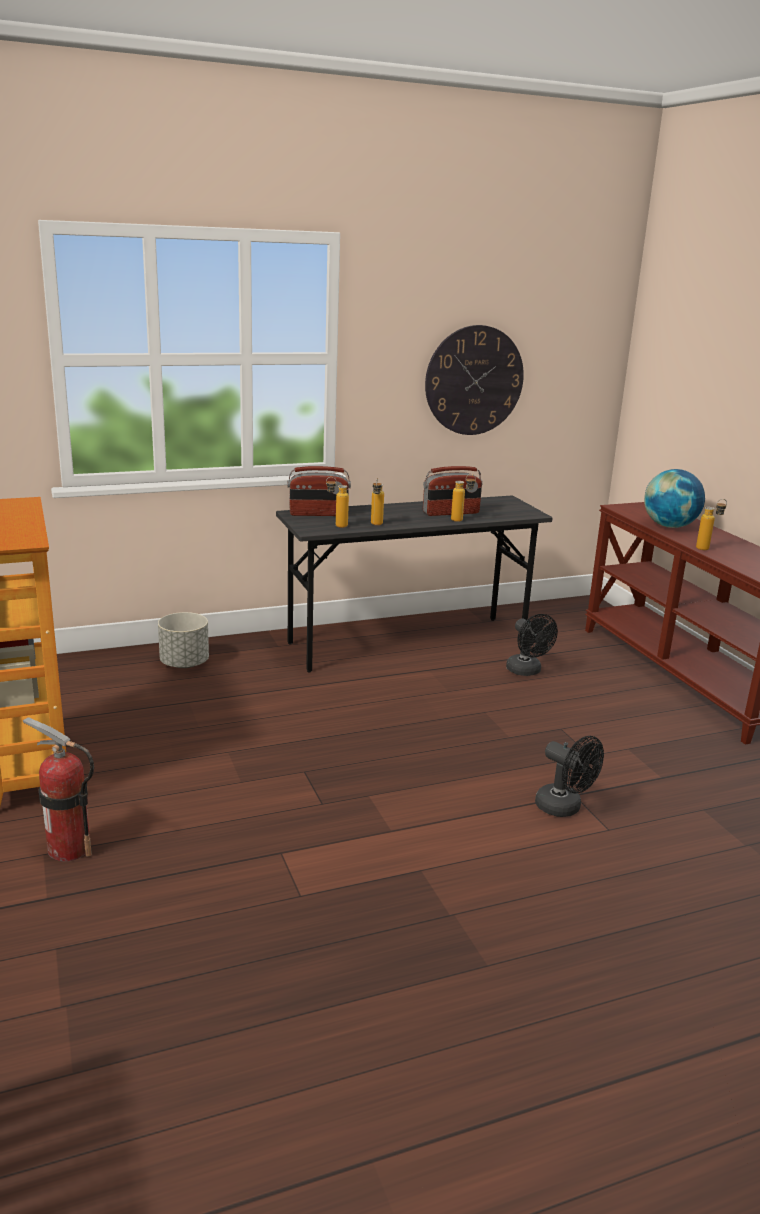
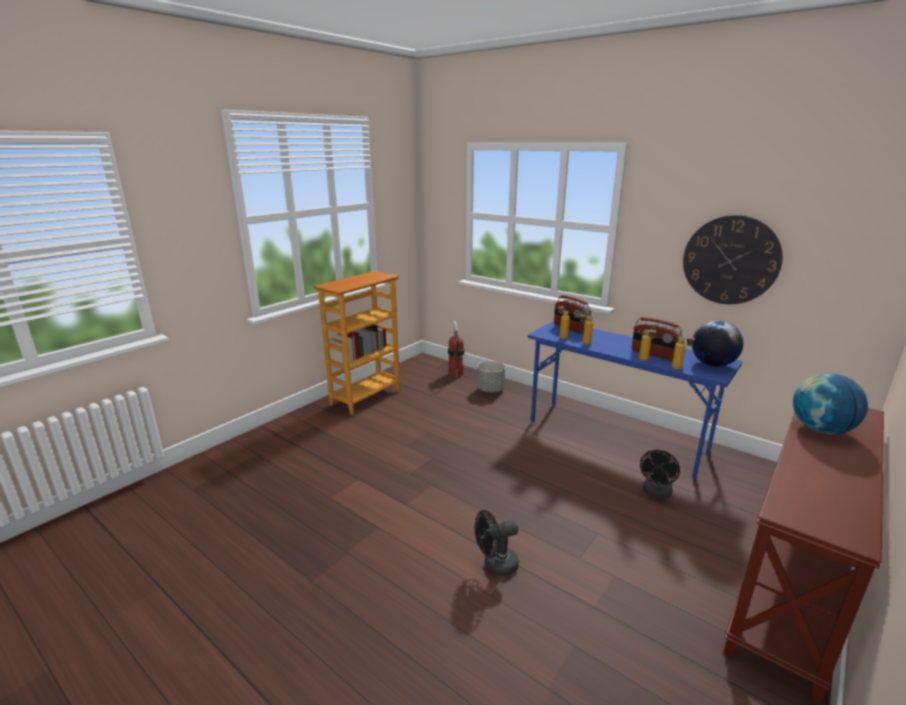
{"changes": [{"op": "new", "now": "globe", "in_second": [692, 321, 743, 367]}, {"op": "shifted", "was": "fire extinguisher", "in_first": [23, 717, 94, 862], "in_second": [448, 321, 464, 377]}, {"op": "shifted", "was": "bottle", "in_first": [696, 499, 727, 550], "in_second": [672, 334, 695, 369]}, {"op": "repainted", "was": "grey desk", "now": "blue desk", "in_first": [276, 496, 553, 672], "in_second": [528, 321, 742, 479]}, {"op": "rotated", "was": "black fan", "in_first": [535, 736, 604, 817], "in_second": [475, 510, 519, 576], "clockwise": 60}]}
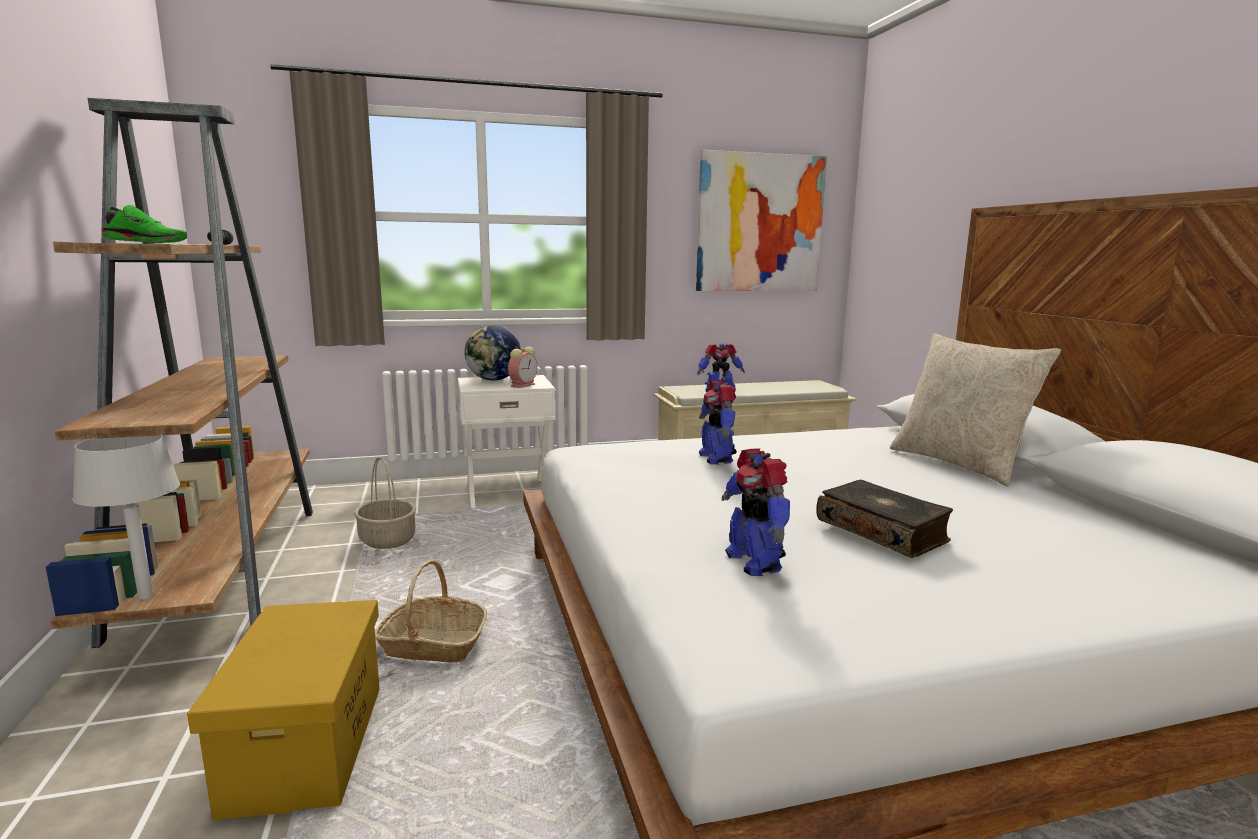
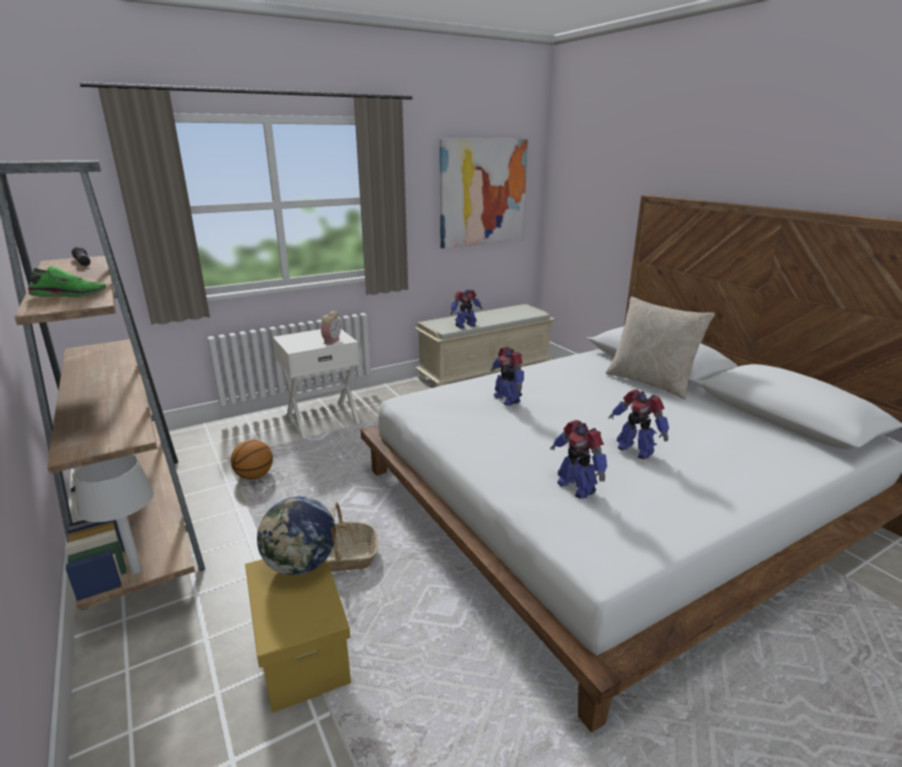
{"changes": [{"op": "shifted", "was": "globe", "in_first": [464, 325, 521, 381], "in_second": [257, 496, 336, 575]}, {"op": "swapped", "was": "basket", "now": "basketball", "in_first": [354, 457, 416, 549], "in_second": [231, 440, 273, 480]}, {"op": "swapped", "was": "book", "now": "toy robot", "in_first": [816, 480, 953, 558], "in_second": [608, 389, 669, 459]}]}
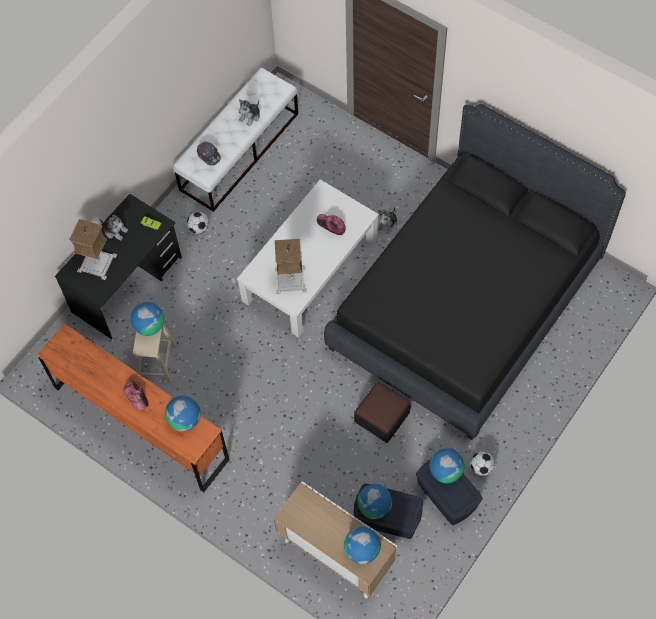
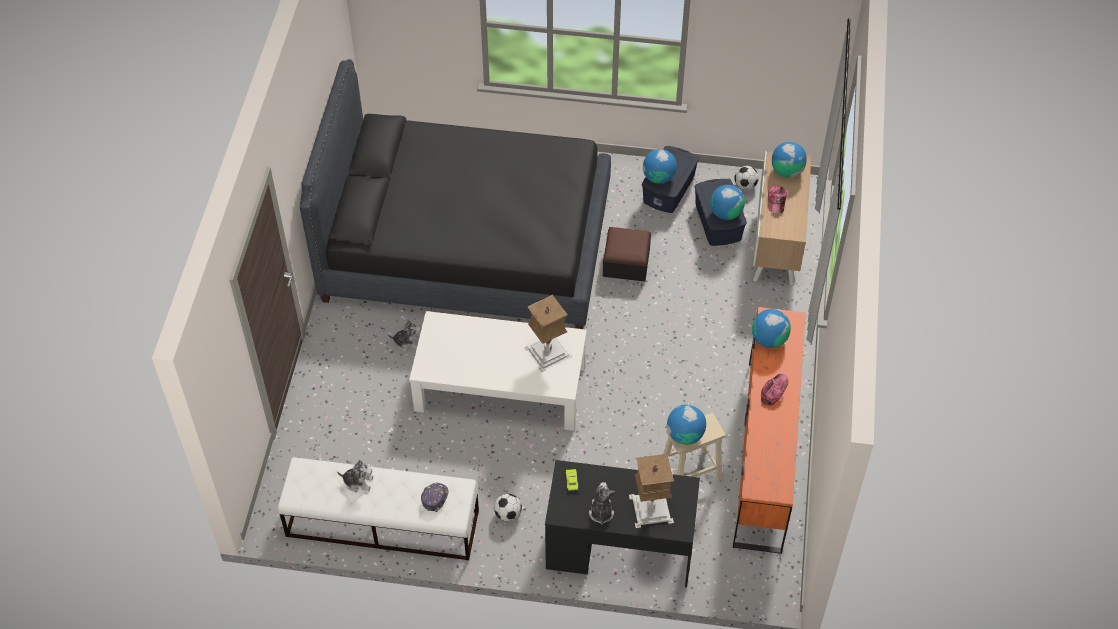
{"changes": [{"op": "shifted", "was": "cap", "in_first": [317, 214, 346, 235], "in_second": [768, 185, 787, 213]}, {"op": "shifted", "was": "football", "in_first": [471, 452, 495, 476], "in_second": [734, 166, 759, 190]}]}
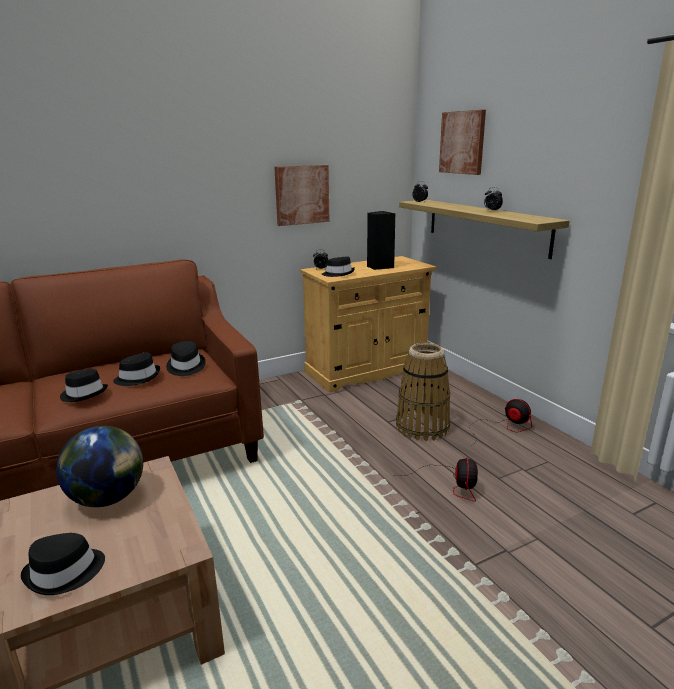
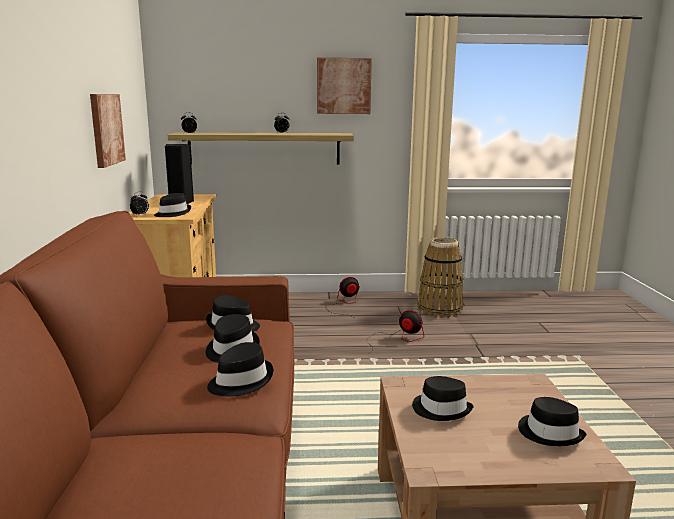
{"changes": [{"op": "shifted", "was": "basket", "in_first": [396, 343, 450, 441], "in_second": [417, 237, 464, 318]}, {"op": "shifted", "was": "picture", "in_first": [439, 110, 486, 175], "in_second": [317, 58, 372, 114]}, {"op": "swapped", "was": "globe", "now": "black hat", "in_first": [56, 426, 143, 507], "in_second": [412, 376, 473, 421]}]}
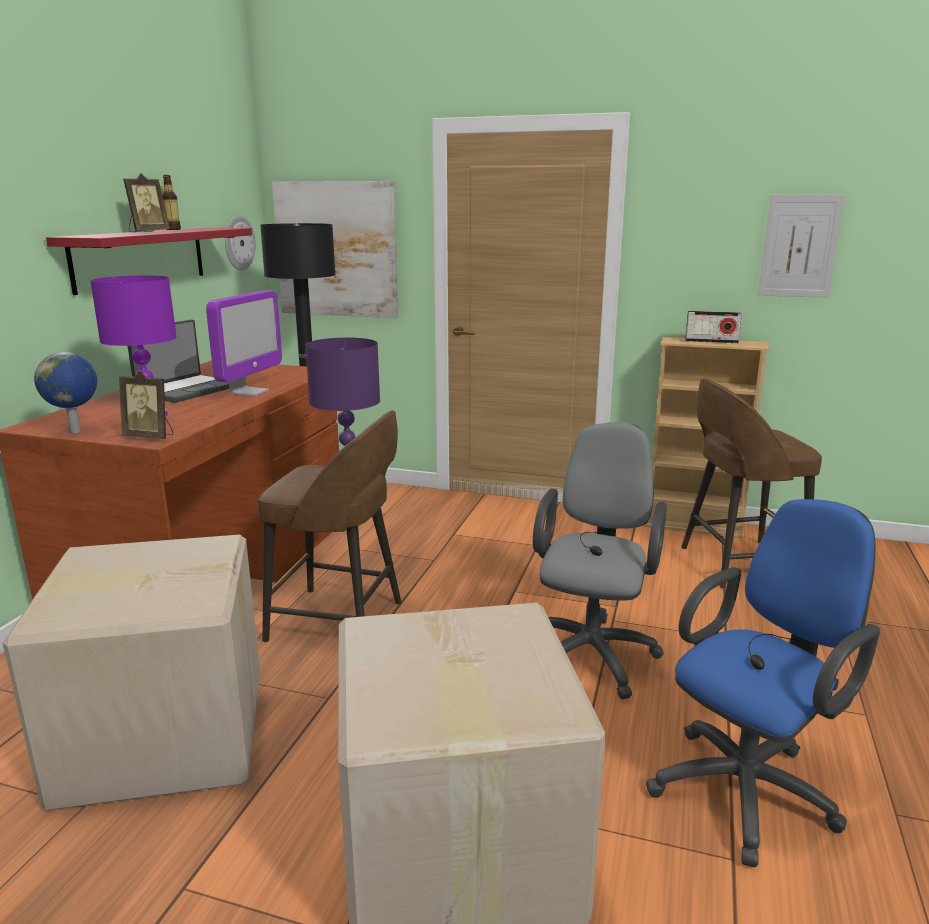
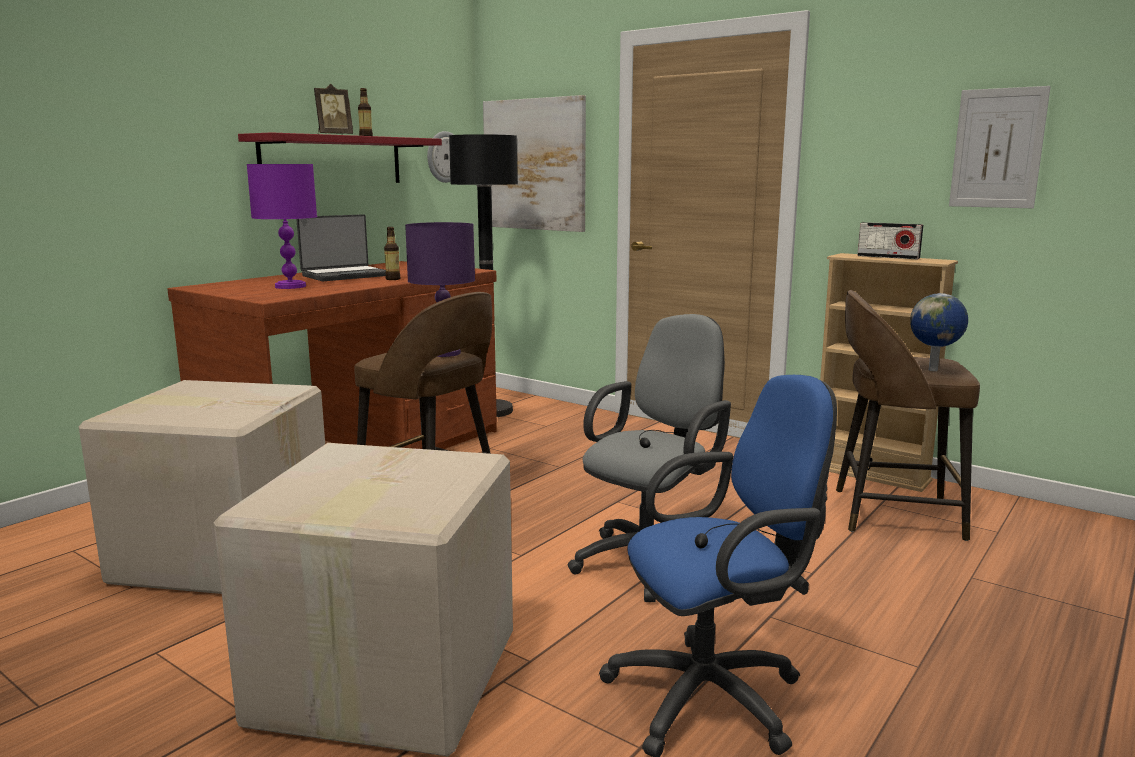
{"changes": [{"op": "gone", "was": "picture frame", "in_first": [119, 371, 173, 439]}, {"op": "shifted", "was": "globe", "in_first": [34, 352, 97, 433], "in_second": [910, 293, 968, 371]}, {"op": "swapped", "was": "monitor", "now": "bottle", "in_first": [206, 290, 282, 396], "in_second": [384, 227, 400, 280]}]}
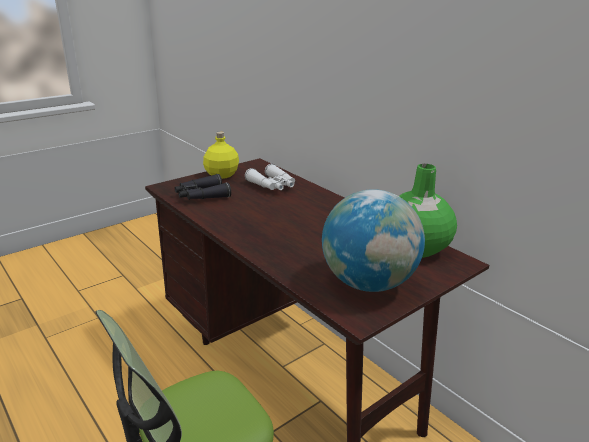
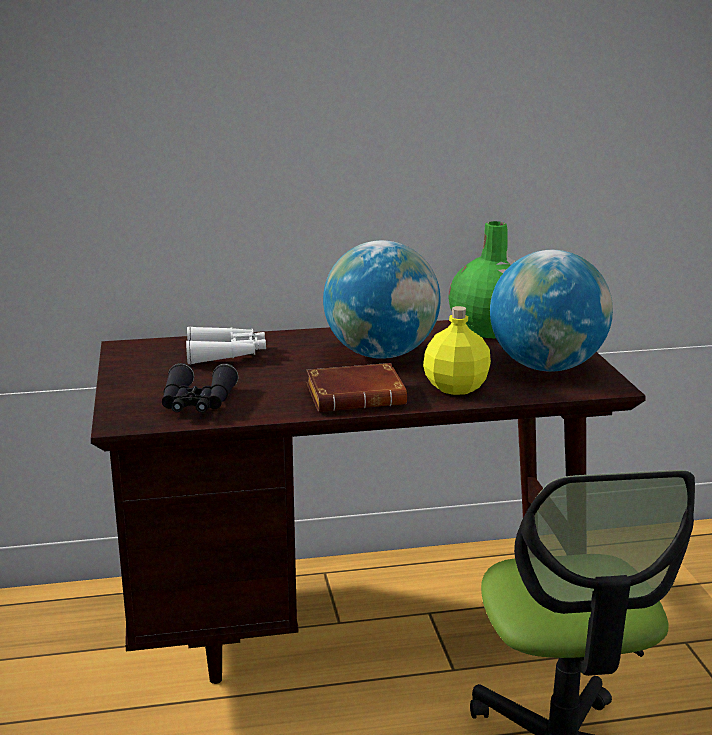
{"changes": [{"op": "new", "now": "brown book", "in_second": [306, 363, 407, 412]}, {"op": "new", "now": "globe", "in_second": [323, 240, 440, 359]}, {"op": "shifted", "was": "yellow bottle", "in_first": [203, 131, 239, 179], "in_second": [423, 306, 491, 395]}]}
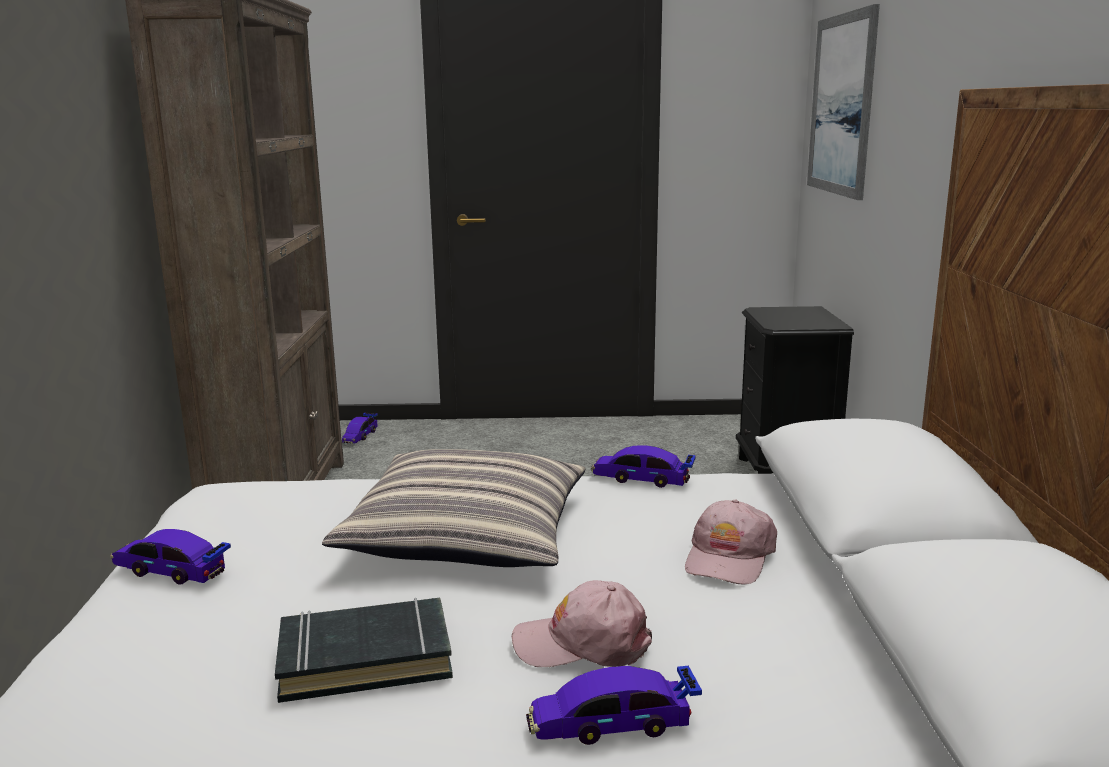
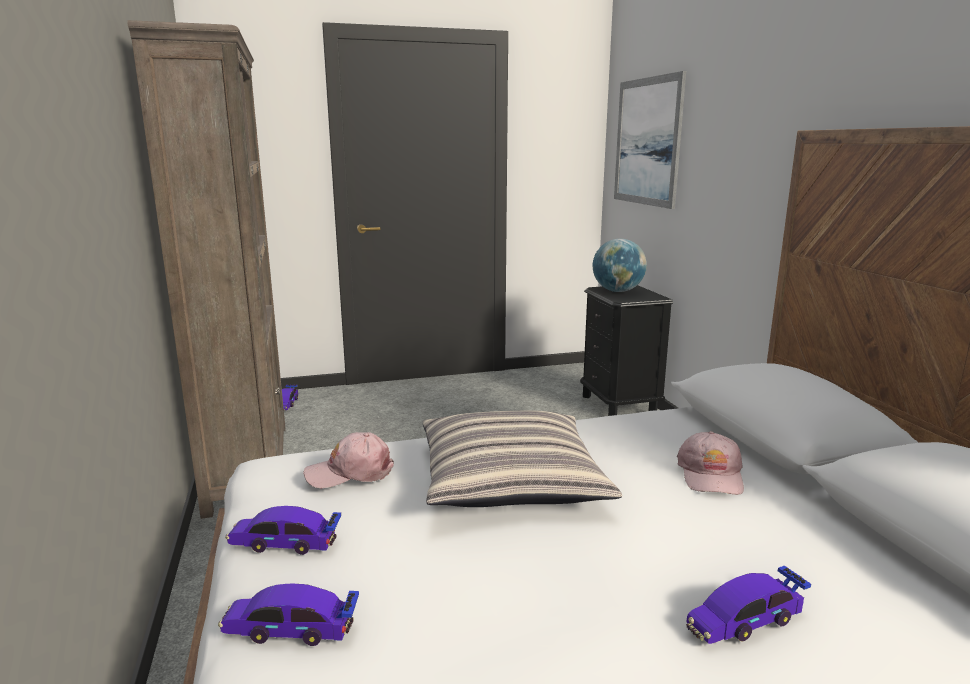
{"changes": [{"op": "gone", "was": "black book", "in_first": [275, 597, 453, 703]}, {"op": "new", "now": "globe", "in_second": [593, 239, 647, 292]}, {"op": "shifted", "was": "pink cap", "in_first": [511, 580, 652, 667], "in_second": [303, 432, 394, 488]}, {"op": "shifted", "was": "toy car", "in_first": [591, 445, 696, 488], "in_second": [218, 584, 359, 646]}]}
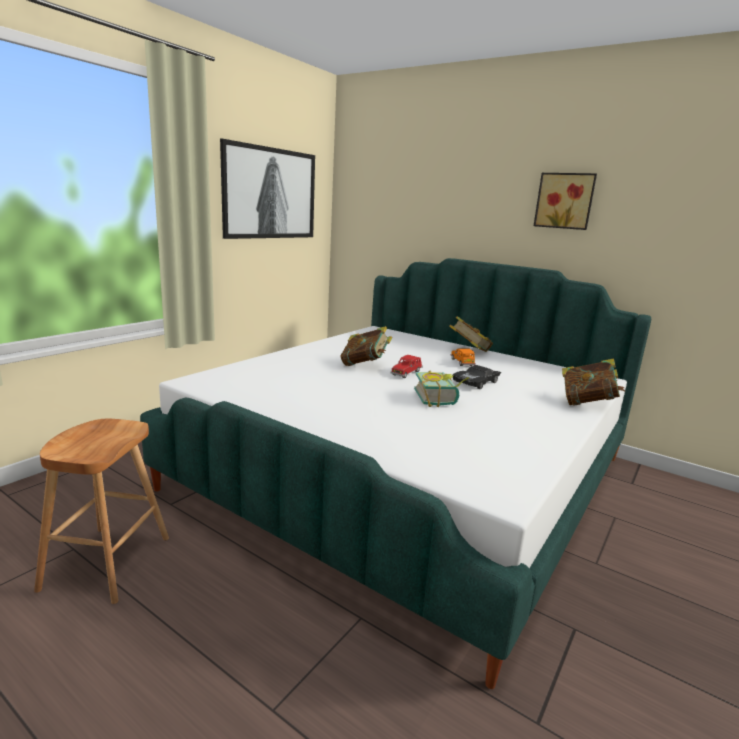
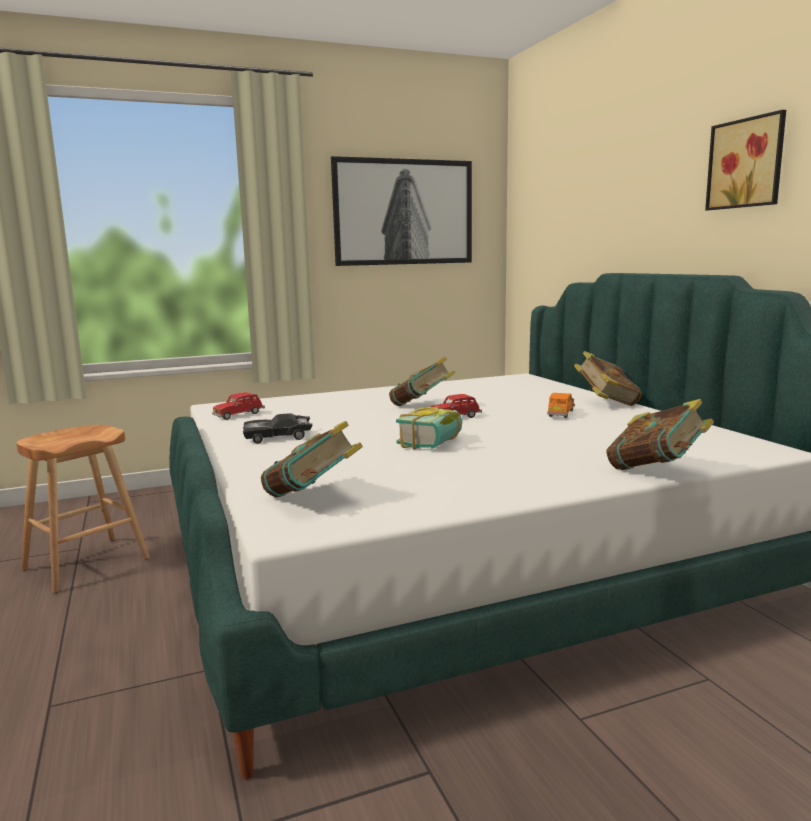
{"changes": [{"op": "new", "now": "red toy car", "in_second": [212, 392, 265, 420]}, {"op": "new", "now": "book", "in_second": [261, 421, 363, 498]}, {"op": "shifted", "was": "black toy car", "in_first": [453, 365, 501, 389], "in_second": [243, 413, 313, 444]}]}
